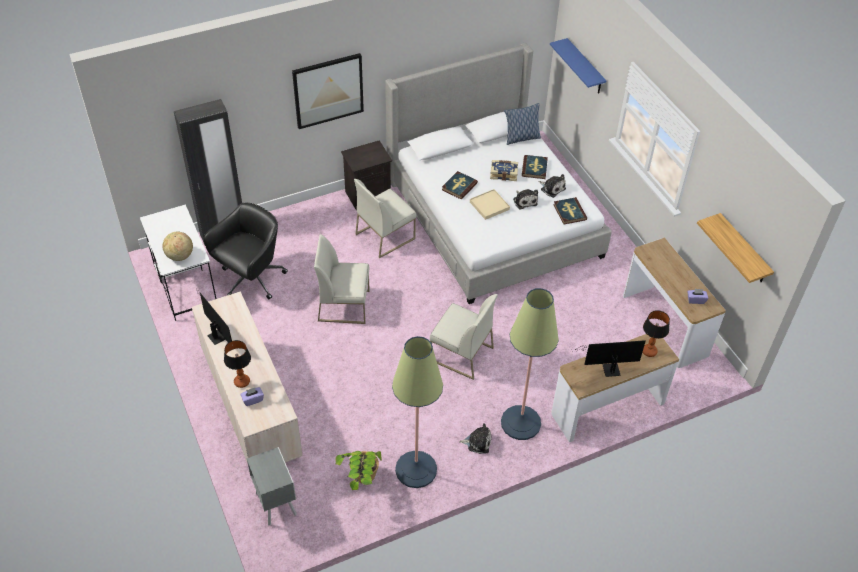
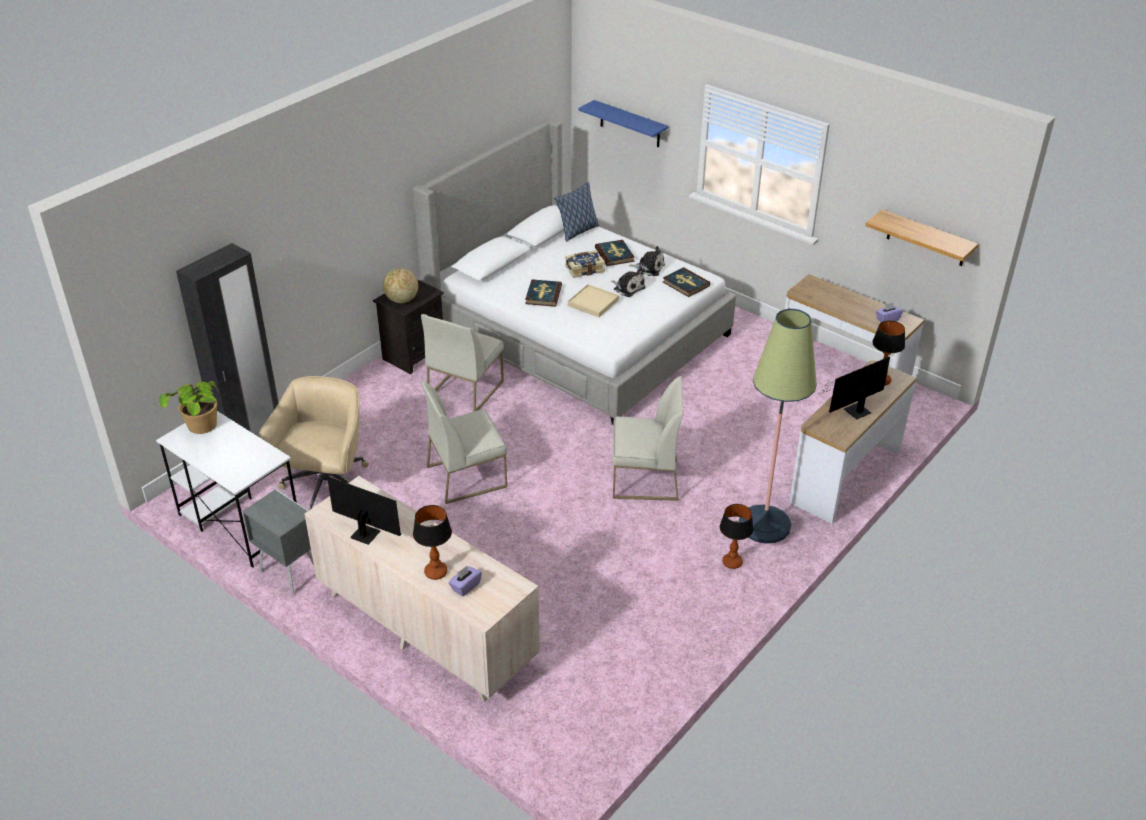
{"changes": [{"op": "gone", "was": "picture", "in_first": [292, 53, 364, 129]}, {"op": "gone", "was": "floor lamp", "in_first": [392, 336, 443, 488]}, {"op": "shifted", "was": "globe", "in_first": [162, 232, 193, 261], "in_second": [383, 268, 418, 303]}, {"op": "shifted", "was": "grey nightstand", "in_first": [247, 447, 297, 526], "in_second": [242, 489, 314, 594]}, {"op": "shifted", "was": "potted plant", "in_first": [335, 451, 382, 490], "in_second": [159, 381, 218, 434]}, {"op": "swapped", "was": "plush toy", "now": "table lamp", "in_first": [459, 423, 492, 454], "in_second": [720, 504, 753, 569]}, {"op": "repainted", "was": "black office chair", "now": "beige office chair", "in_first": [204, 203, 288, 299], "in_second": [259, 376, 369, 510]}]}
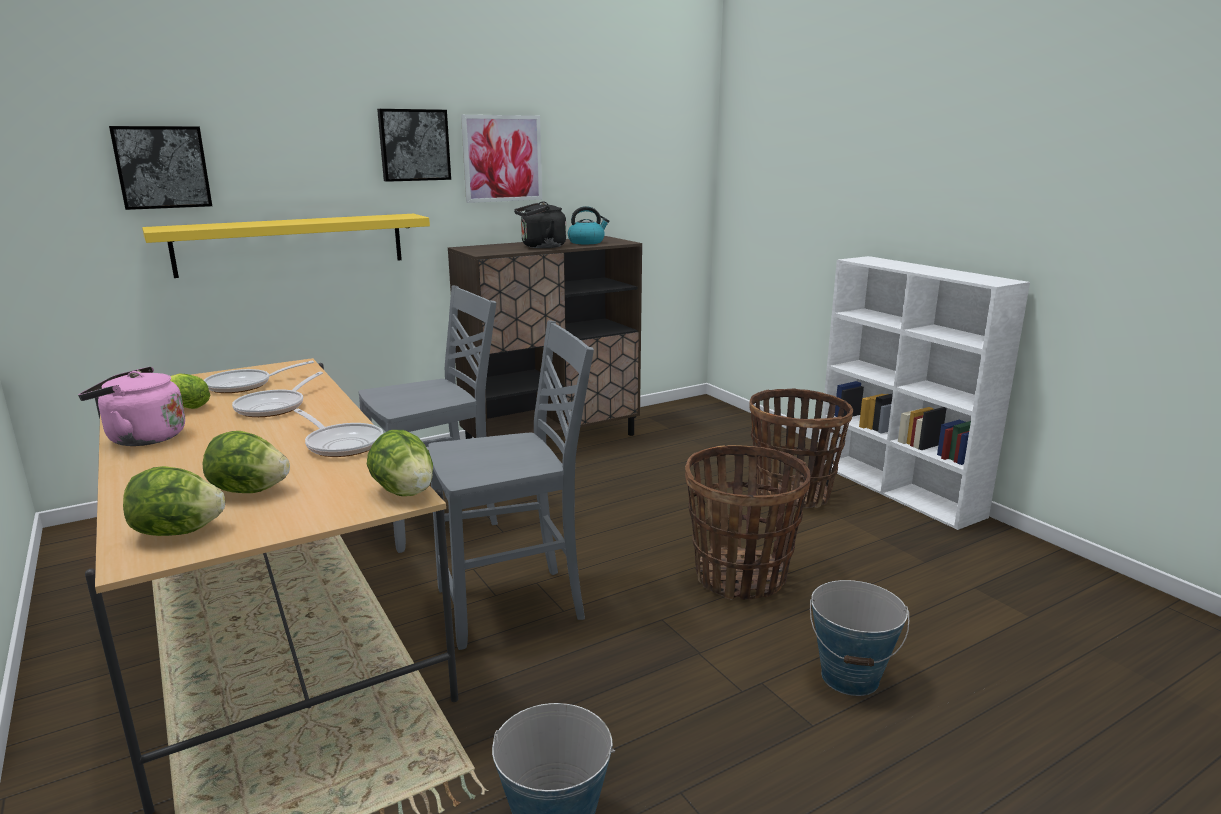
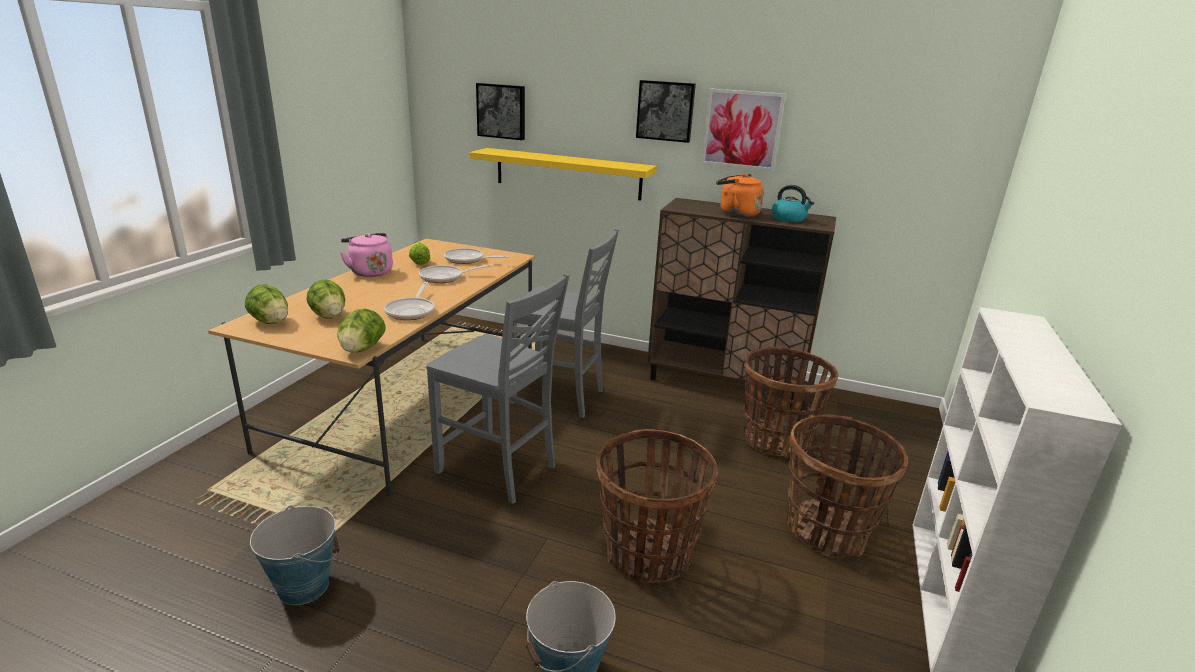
{"changes": [{"op": "new", "now": "basket", "in_second": [743, 347, 839, 457]}, {"op": "repainted", "was": "black kettle", "now": "orange kettle", "in_first": [514, 201, 566, 248], "in_second": [716, 174, 764, 217]}]}
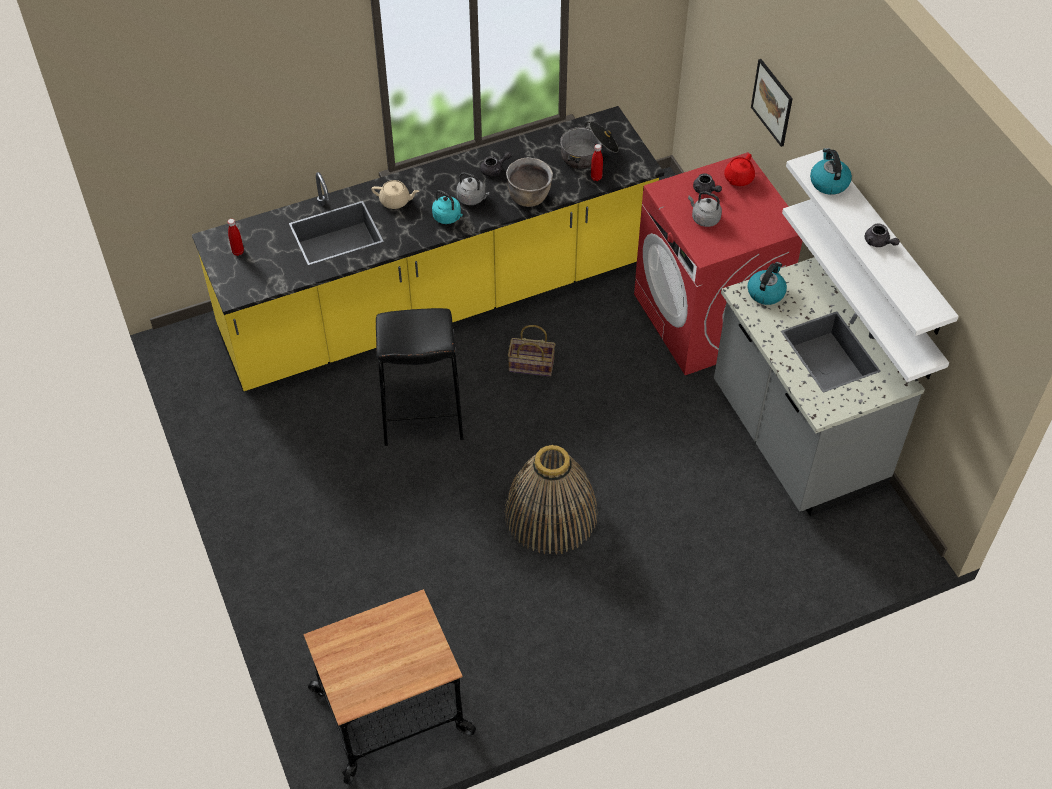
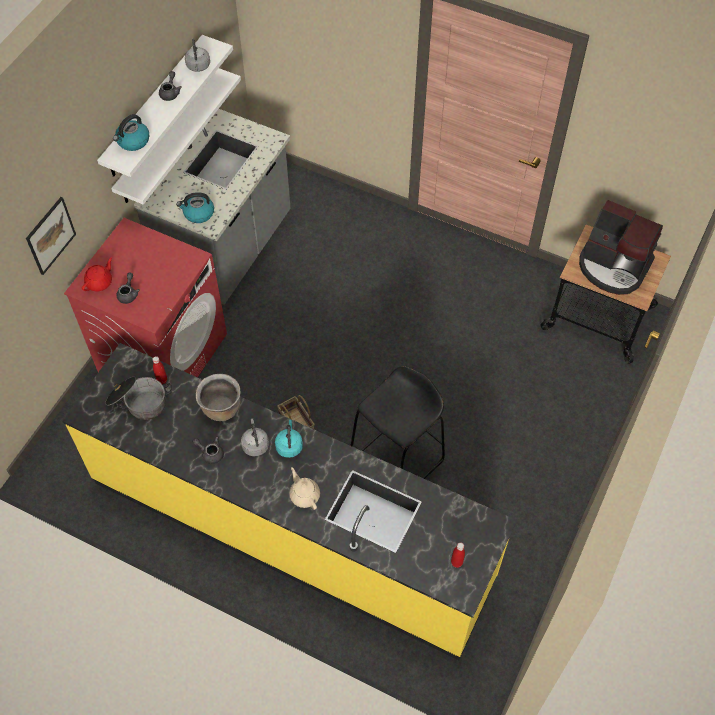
{"changes": [{"op": "gone", "was": "basket", "in_first": [505, 445, 597, 554]}, {"op": "new", "now": "coffee machine", "in_second": [579, 200, 663, 295]}, {"op": "shifted", "was": "grey kettle", "in_first": [688, 191, 722, 227], "in_second": [185, 39, 210, 72]}, {"op": "rotated", "was": "red teapot", "in_first": [724, 154, 755, 186], "in_second": [82, 257, 112, 291], "clockwise": -45}]}
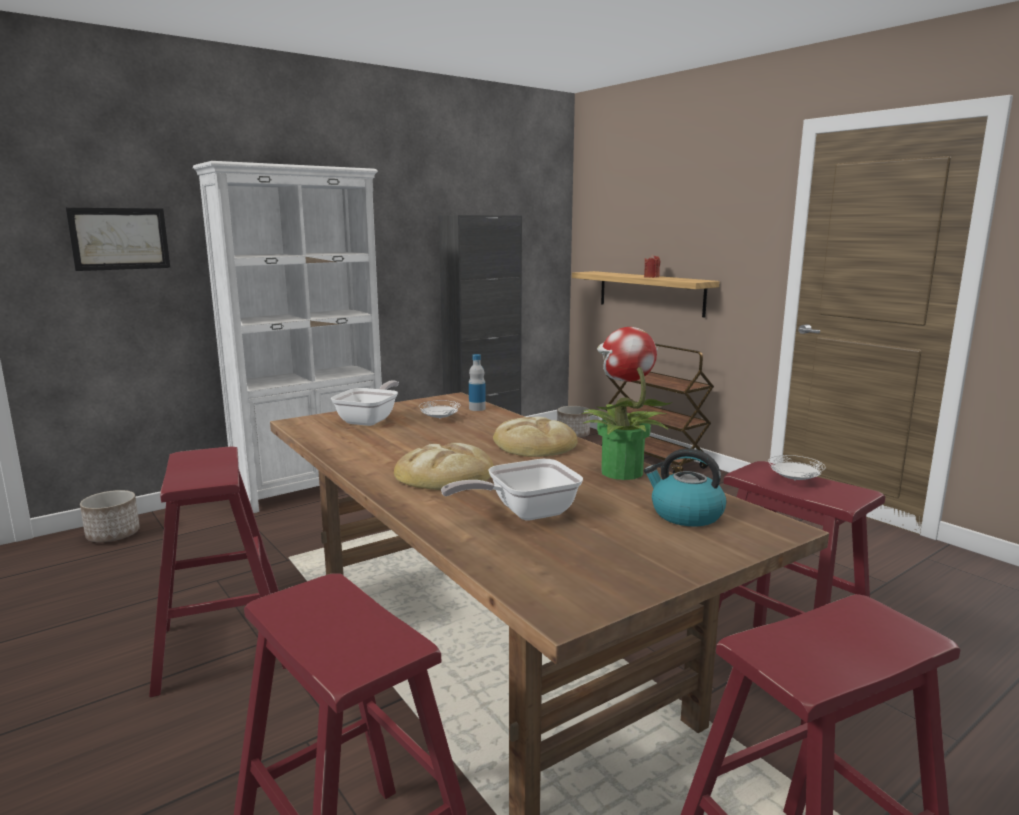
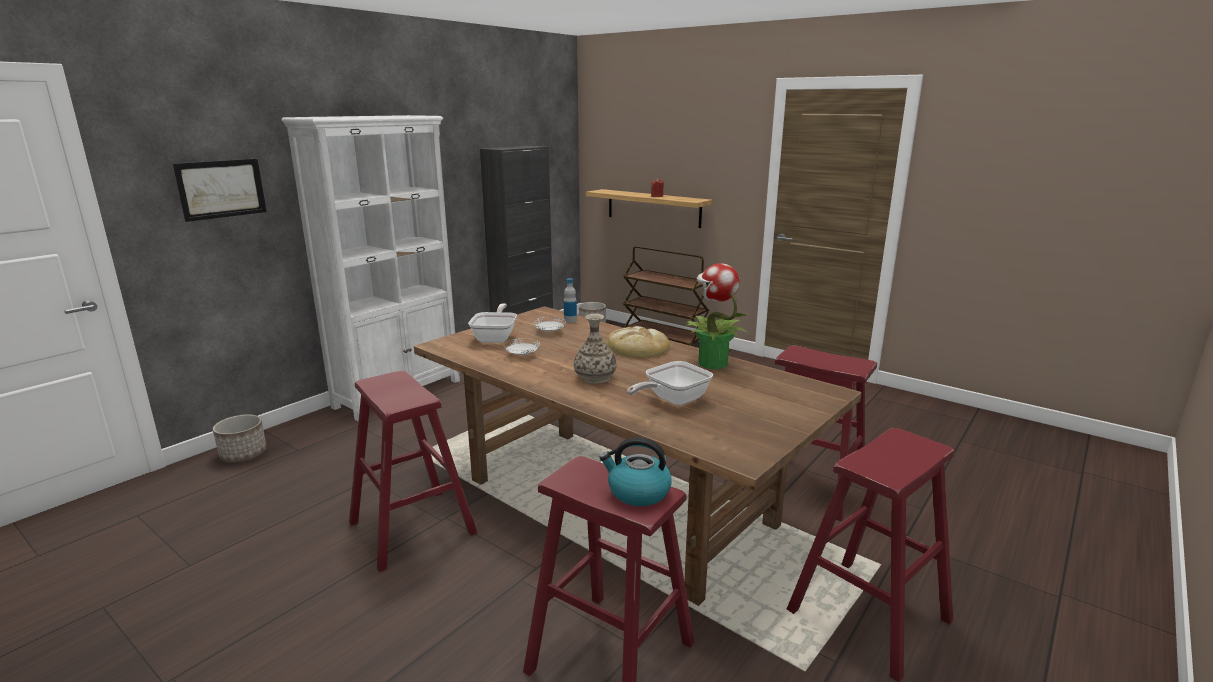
{"changes": [{"op": "shifted", "was": "kettle", "in_first": [644, 448, 726, 527], "in_second": [599, 437, 672, 506]}, {"op": "shifted", "was": "white plate", "in_first": [768, 455, 826, 481], "in_second": [504, 338, 540, 356]}, {"op": "swapped", "was": "bread", "now": "vase", "in_first": [394, 443, 494, 490], "in_second": [574, 314, 617, 384]}]}
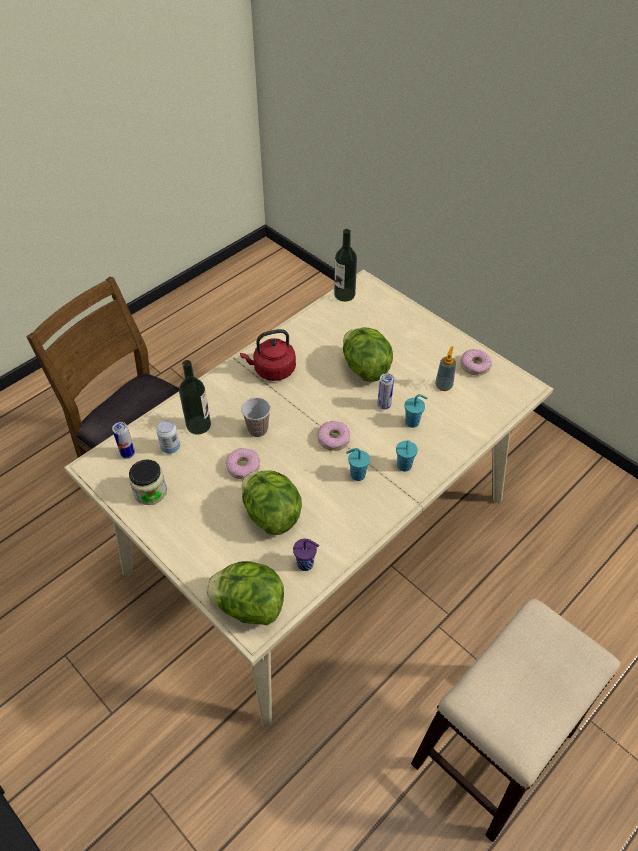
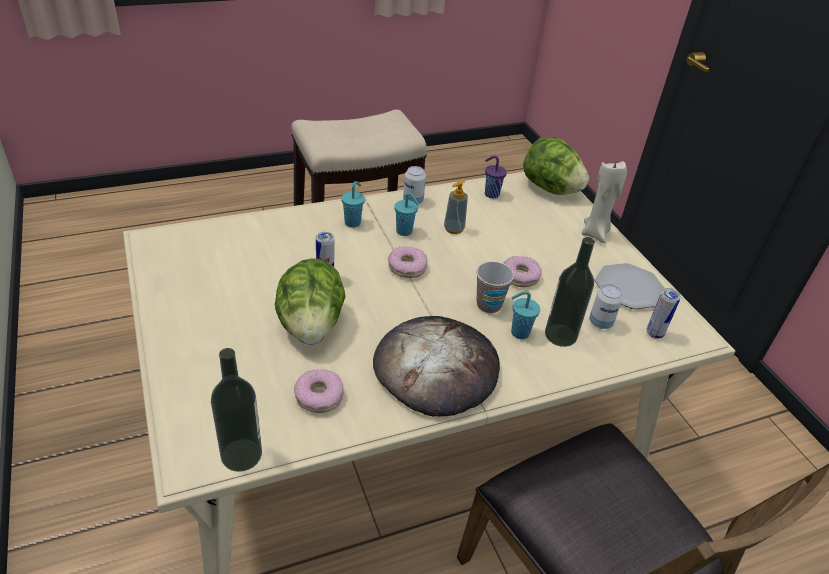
{"changes": [{"op": "gone", "was": "lettuce", "in_first": [242, 470, 302, 535]}, {"op": "new", "now": "can", "in_second": [403, 166, 426, 204]}, {"op": "new", "now": "beige candle", "in_second": [582, 160, 627, 243]}, {"op": "shifted", "was": "turquoise cup", "in_first": [405, 394, 427, 428], "in_second": [511, 291, 540, 339]}, {"op": "shifted", "was": "soap dispenser", "in_first": [435, 346, 456, 391], "in_second": [444, 180, 468, 234]}, {"op": "shifted", "was": "donut", "in_first": [460, 349, 492, 375], "in_second": [294, 369, 344, 413]}, {"op": "swapped", "was": "jar", "now": "plate", "in_first": [129, 459, 167, 505], "in_second": [595, 263, 665, 309]}, {"op": "swapped", "was": "red kettle", "now": "bread", "in_first": [240, 329, 296, 381], "in_second": [373, 316, 500, 416]}]}
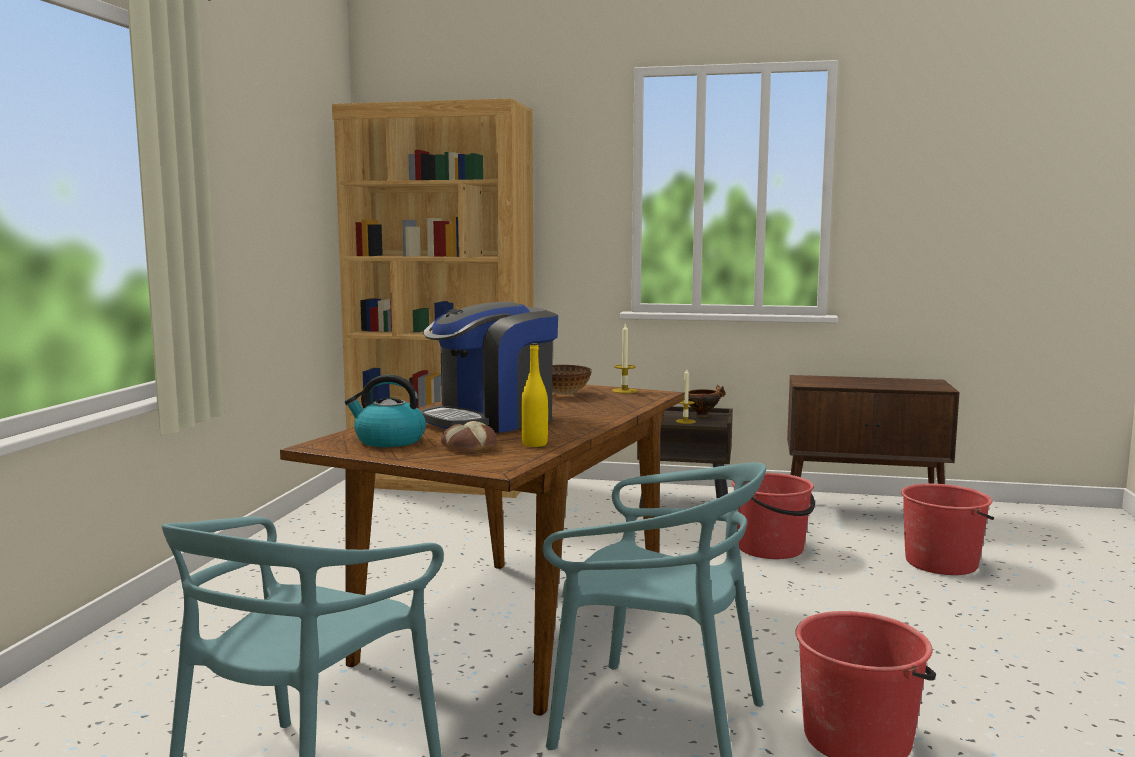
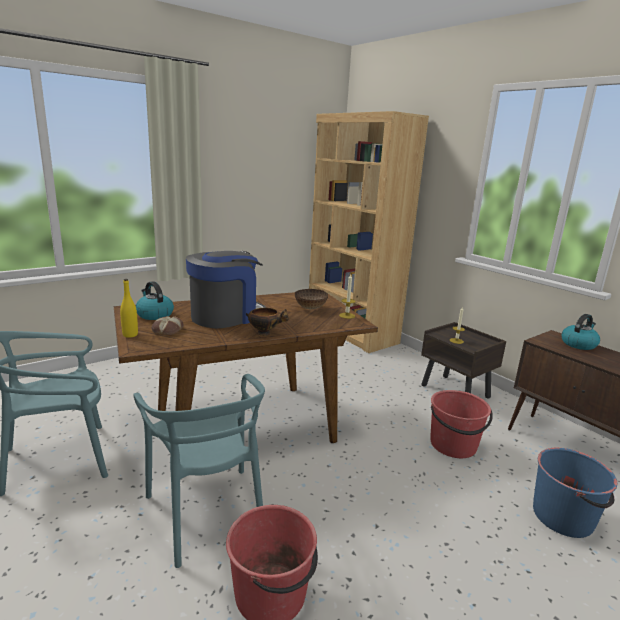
{"changes": [{"op": "new", "now": "kettle", "in_second": [562, 314, 600, 350]}, {"op": "shifted", "was": "yellow bottle", "in_first": [521, 343, 548, 447], "in_second": [120, 279, 138, 338]}, {"op": "shifted", "was": "bowl", "in_first": [688, 385, 726, 417], "in_second": [246, 308, 289, 336]}, {"op": "repainted", "was": "red bucket", "now": "blue bucket", "in_first": [901, 484, 994, 575], "in_second": [533, 448, 617, 538]}, {"op": "rotated", "was": "coffee machine", "in_first": [420, 302, 558, 433], "in_second": [186, 251, 266, 328], "clockwise": 135}]}
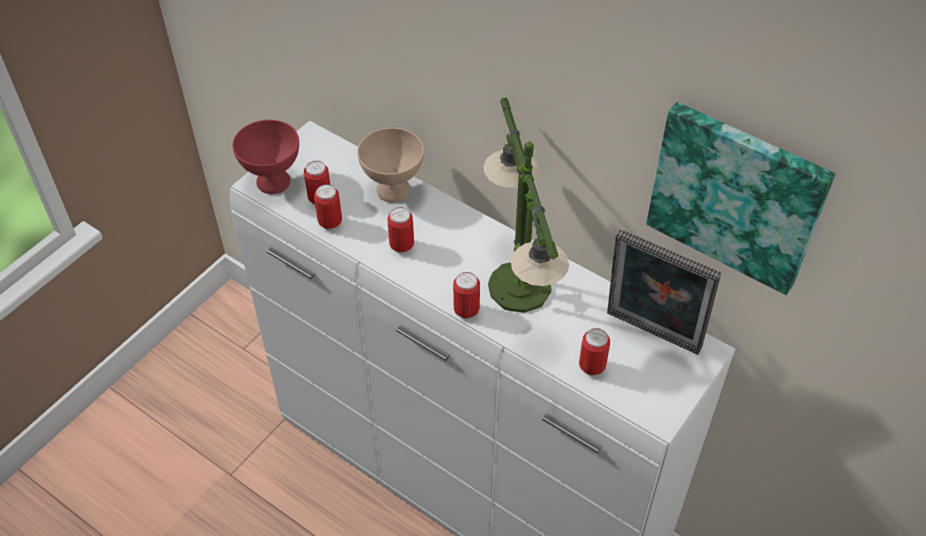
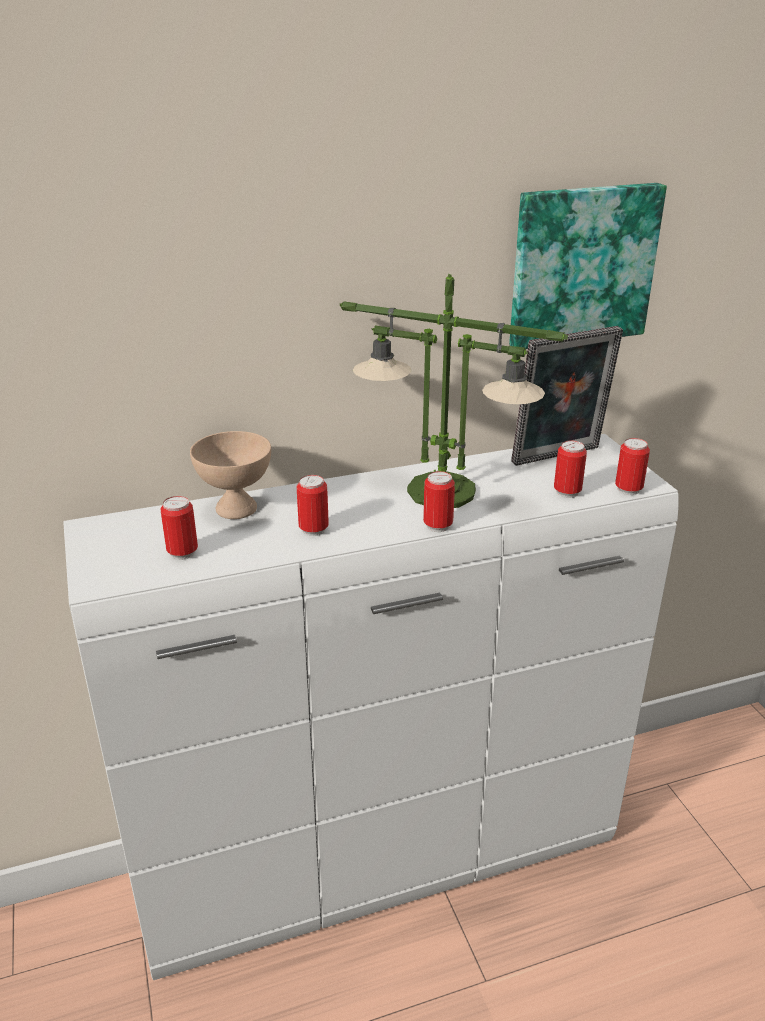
{"changes": [{"op": "gone", "was": "red bowl", "in_first": [232, 120, 299, 194]}, {"op": "shifted", "was": "can", "in_first": [314, 184, 342, 230], "in_second": [615, 438, 650, 495]}]}
